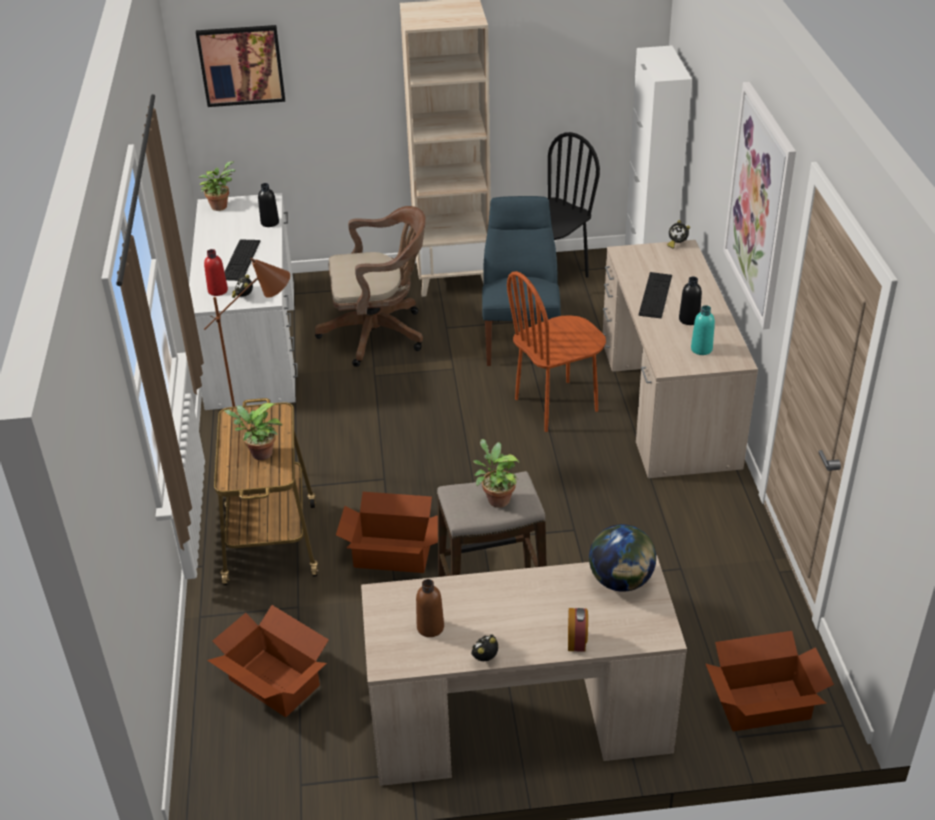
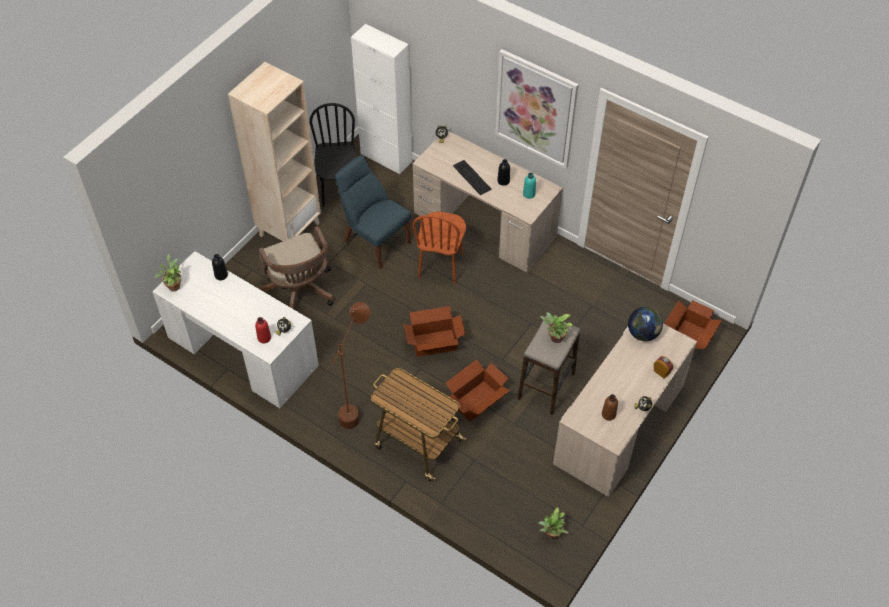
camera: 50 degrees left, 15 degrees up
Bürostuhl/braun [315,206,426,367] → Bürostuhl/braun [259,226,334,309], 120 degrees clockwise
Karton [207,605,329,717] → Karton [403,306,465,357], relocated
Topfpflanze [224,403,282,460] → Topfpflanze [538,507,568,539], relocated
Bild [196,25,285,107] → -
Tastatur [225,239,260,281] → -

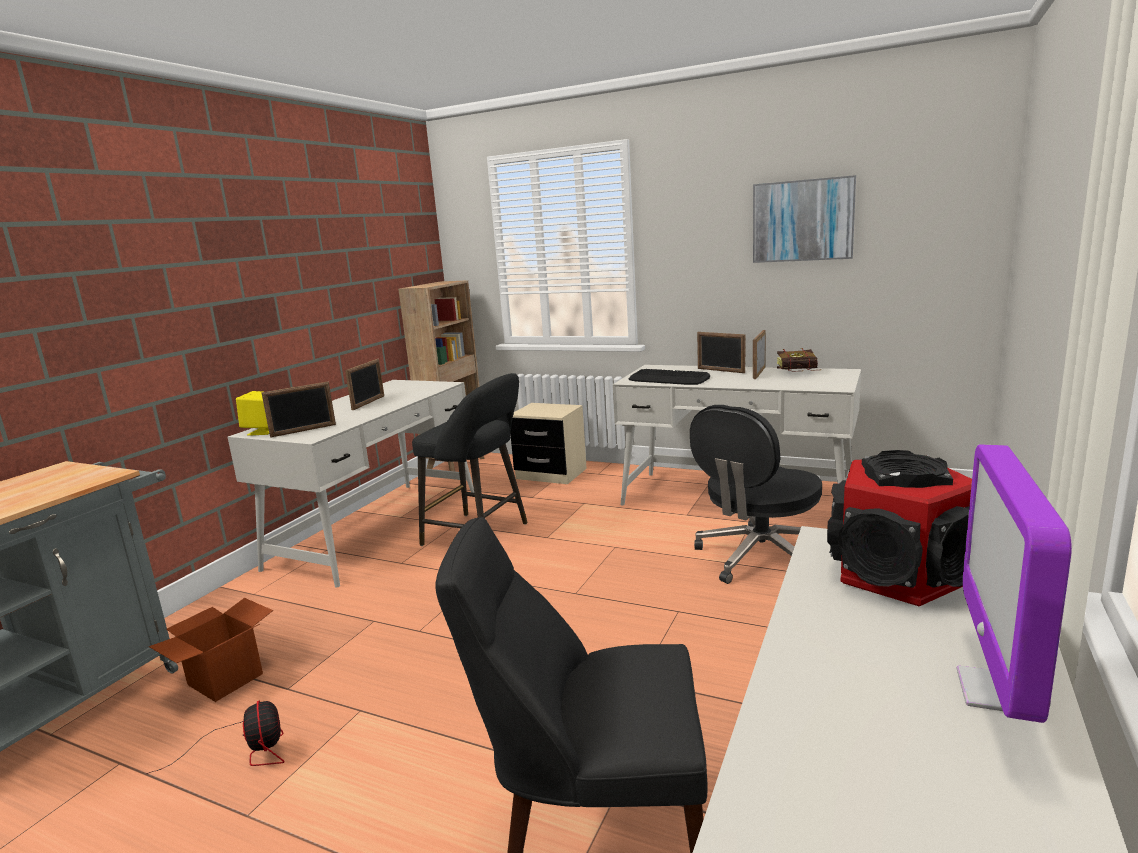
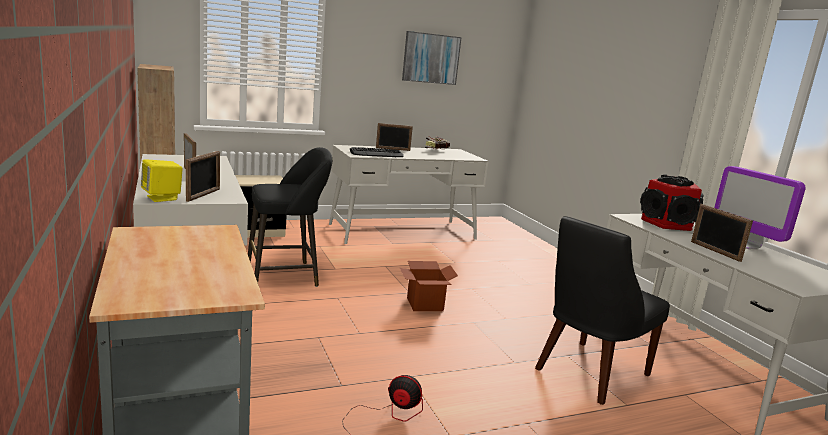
camera: 50 degrees left, 0 degrees up
Karton [149,598,273,702] → Karton [400,261,458,311], relocated
Bilderrahmen [753,330,766,379] → Bilderrahmen [691,204,753,262], relocated
Bürostuhl/schwarz [690,405,822,584] → -

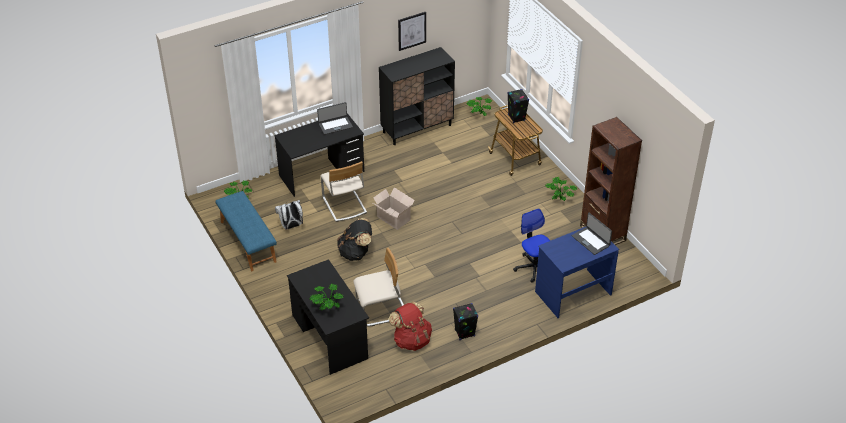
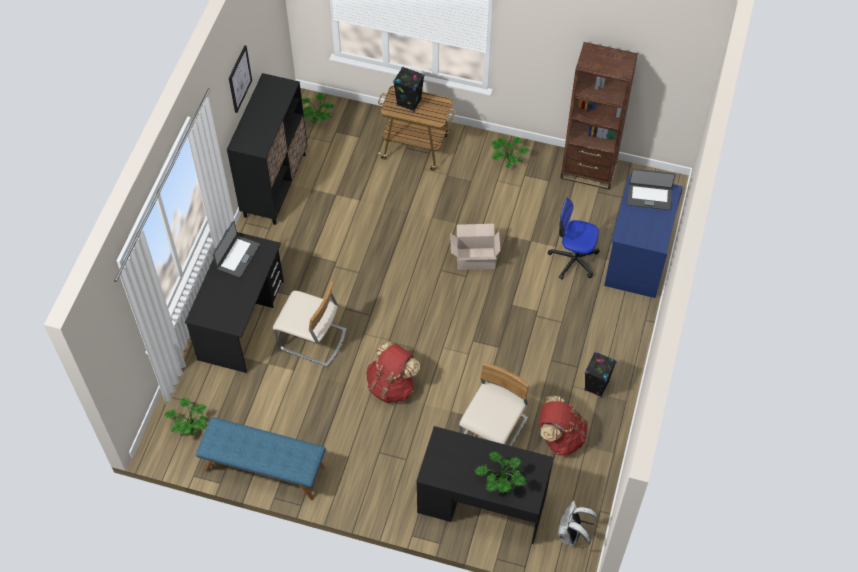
camera: 45 degrees left, 15 degrees up
Rucksack/schwarz [337,218,372,261] → Rucksack/rot [366,341,420,403]
Karton [373,187,415,230] → Karton [450,224,500,270], relocated
Rucksack/weiß [275,200,303,229] → Rucksack/weiß [558,500,598,548], relocated

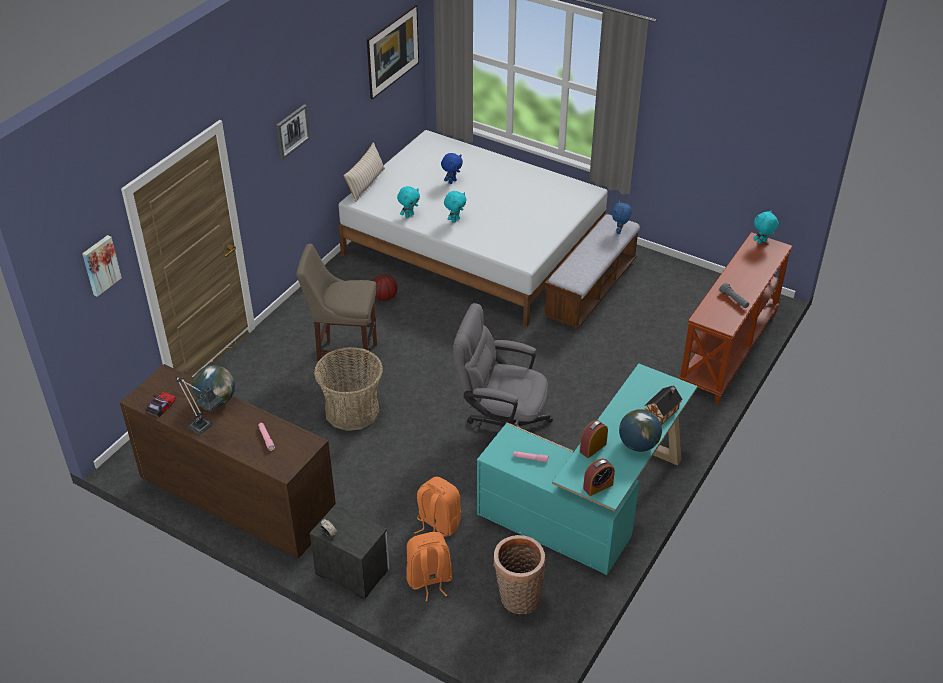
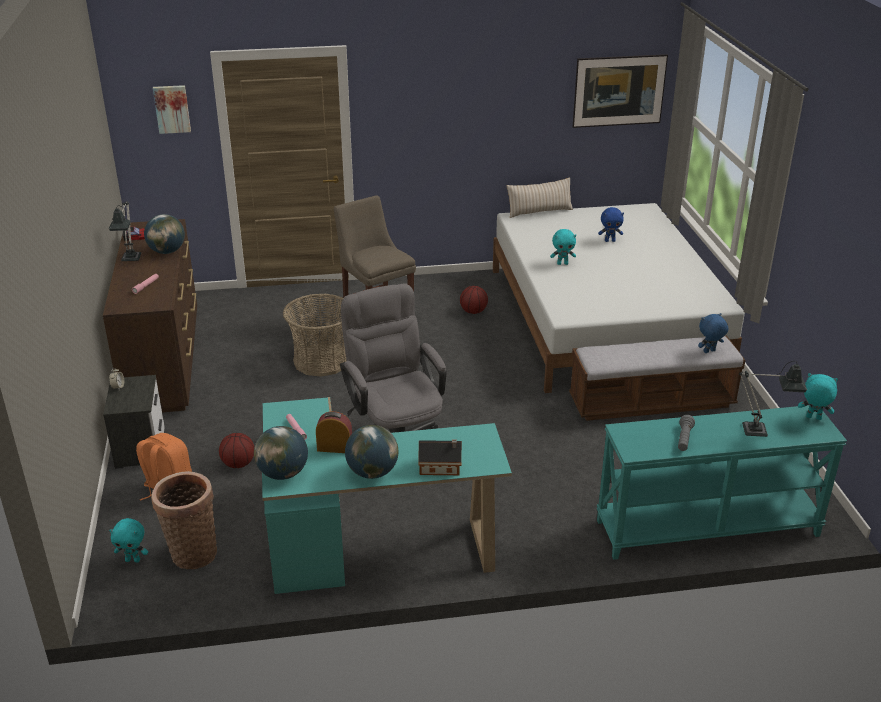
camera: 50 degrees right, 10 degrees down
Plüschtier/türkis [397,186,420,218] → Plüschtier/türkis [109,518,148,562], relocated
Rucksack/orange [414,476,461,537] → Basketball [219,433,254,468]
Wecker [583,458,615,496] → Globus [254,426,308,480]
Konsolentisch/braun [679,232,793,404] → Konsolentisch/türkis [597,405,847,560]
- → Tischlampe [739,361,807,437]
Bild [276,104,310,159] → -

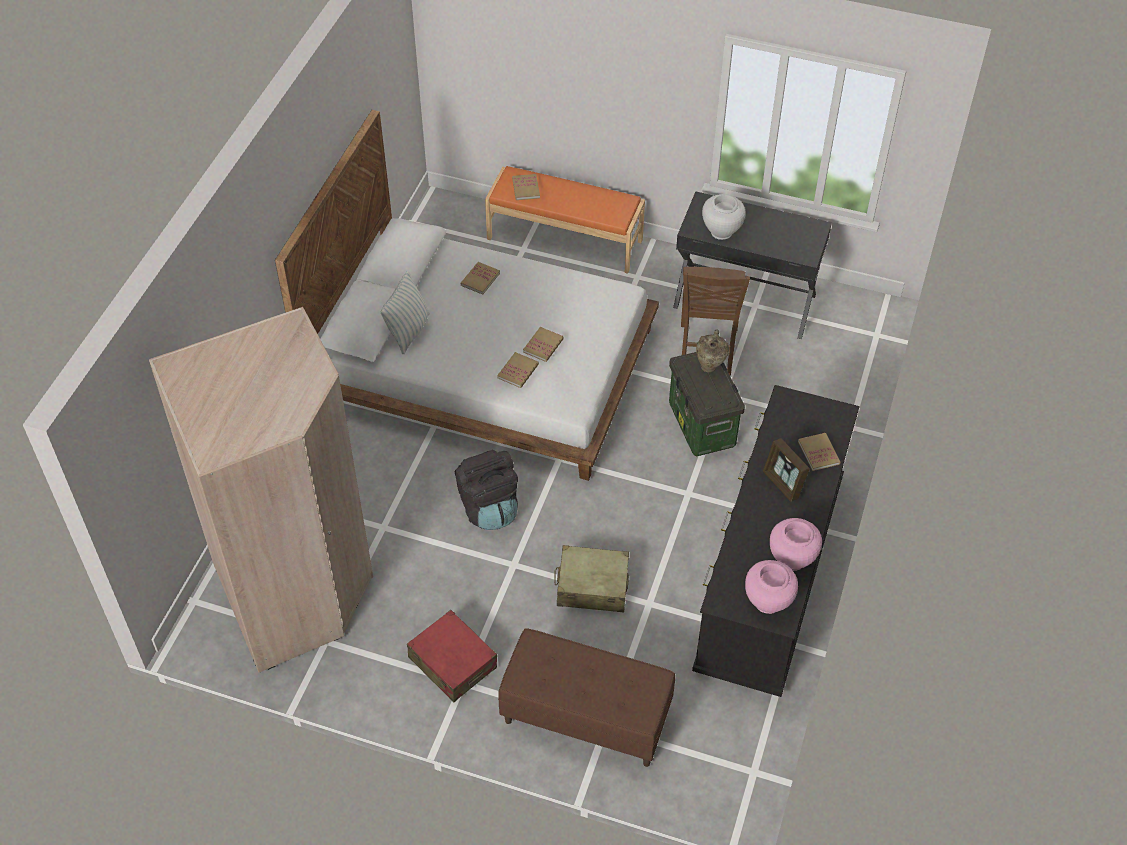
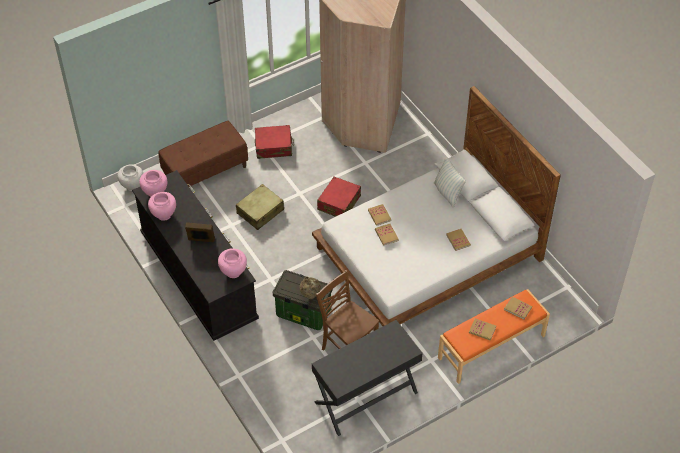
camera: 130 degrees right, 0 degrees up
Vase/weiß [702,194,746,240] → Vase/weiß [117,164,143,191], relocated
- → Vase/rosa [218,248,247,278]
Rucksack/schwarz [455,450,518,530] → Koffer/rot [317,177,361,217]
Buch [798,433,840,471] → Buch [469,318,496,341], relocated

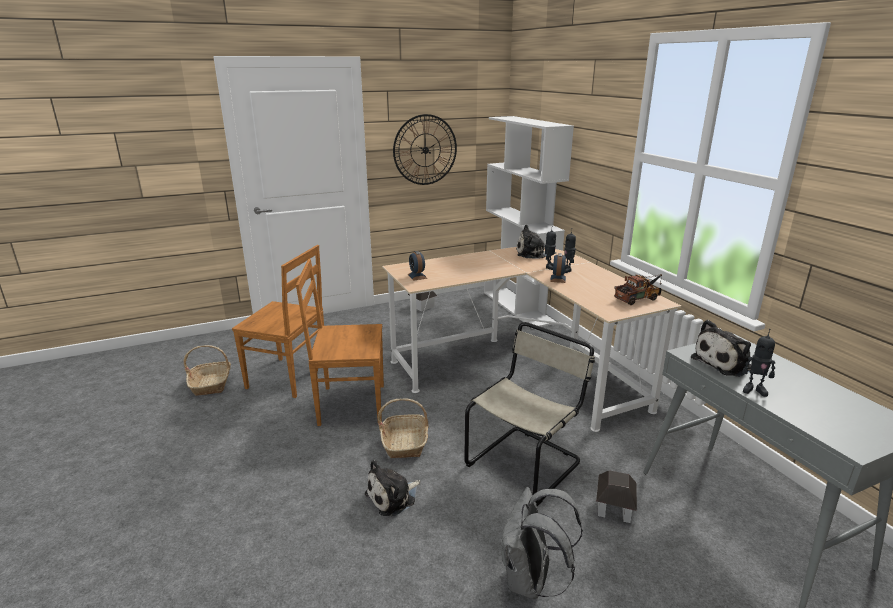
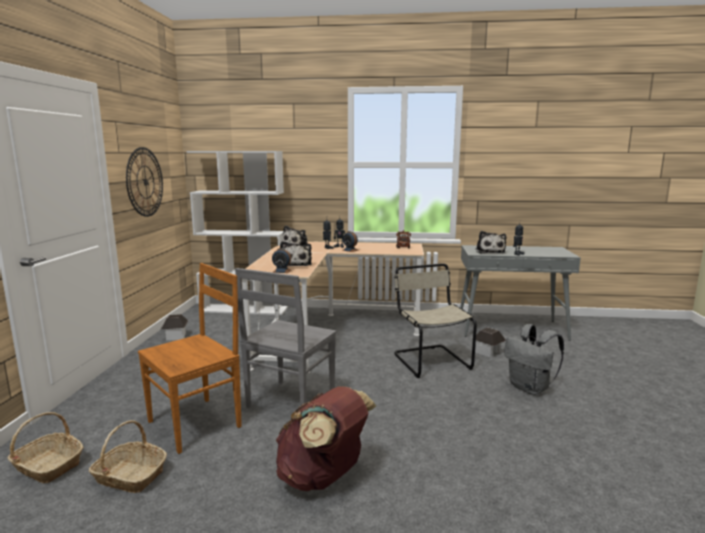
camera: 60 degrees left, 10 degrees down
Korb [378,398,428,458] → Korb [8,412,84,483], relocated
Stuhl/braun [296,259,384,426] → Stuhl/grau [235,268,336,408]
- → Rucksack/braun [276,386,376,491]
Plüschtier [365,460,421,516] → Plüschtier [280,241,312,266], relocated

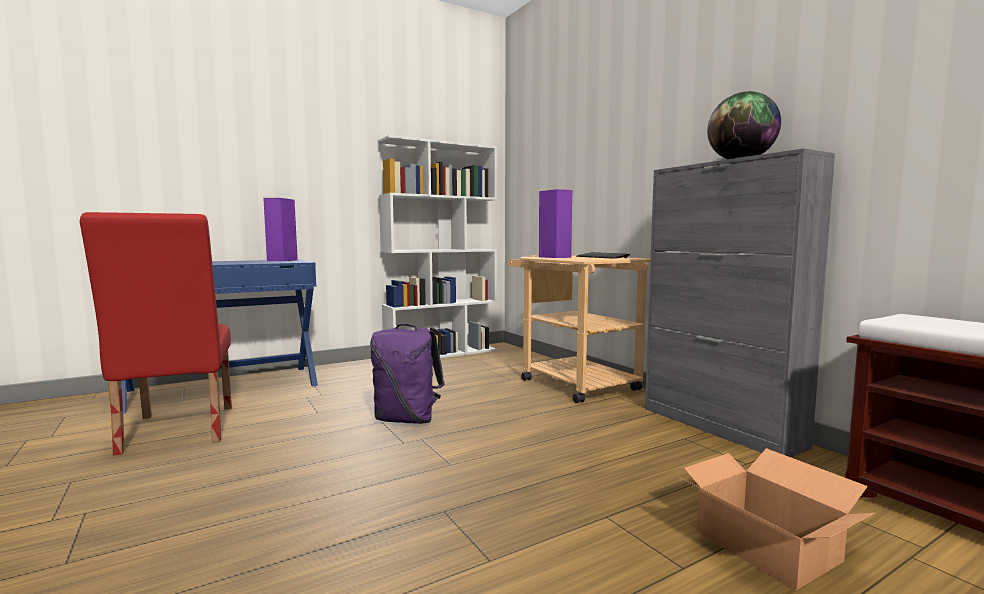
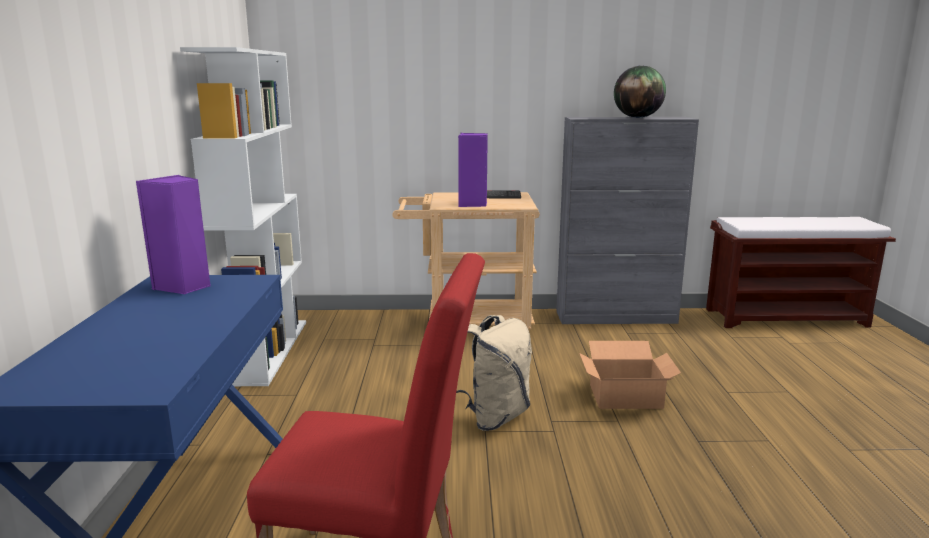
camera: 60 degrees left, 10 degrees up
Rucksack/lila [370,324,445,424] → Rucksack/beige [456,315,532,431]
Karton [679,448,874,591] → Karton [579,341,681,409], relocated

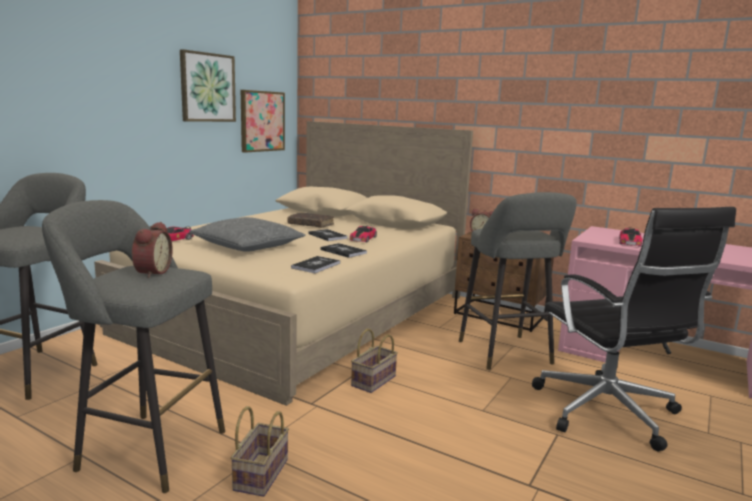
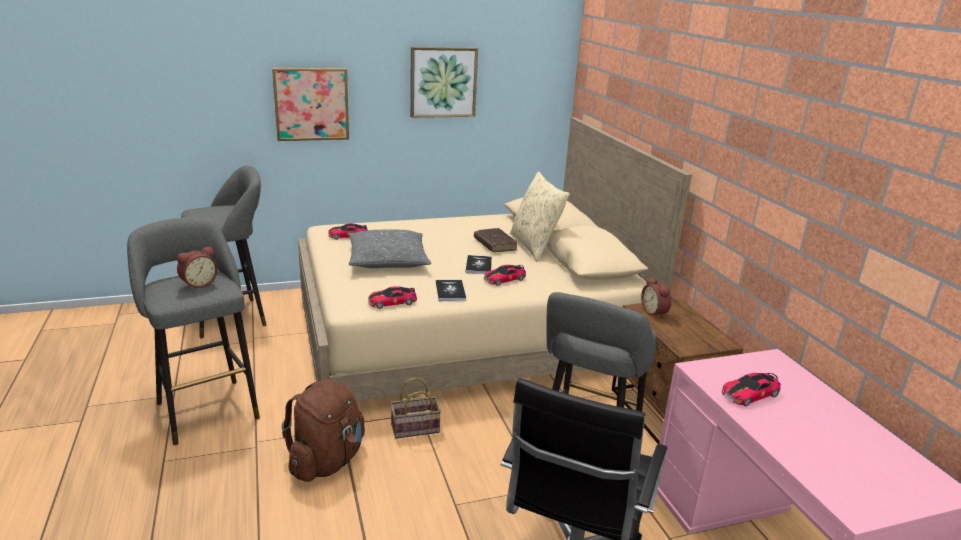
camera: 40 degrees right, 10 degrees up
Bild [241,90,285,153] → Bild [272,67,349,141], relocated
- → Rucksack/braun [282,379,365,482]
Buch [291,256,340,273] → Spielzeugauto [368,286,417,309]
- → Kissen/beige [510,171,570,262]
Korb [231,406,289,497] → -

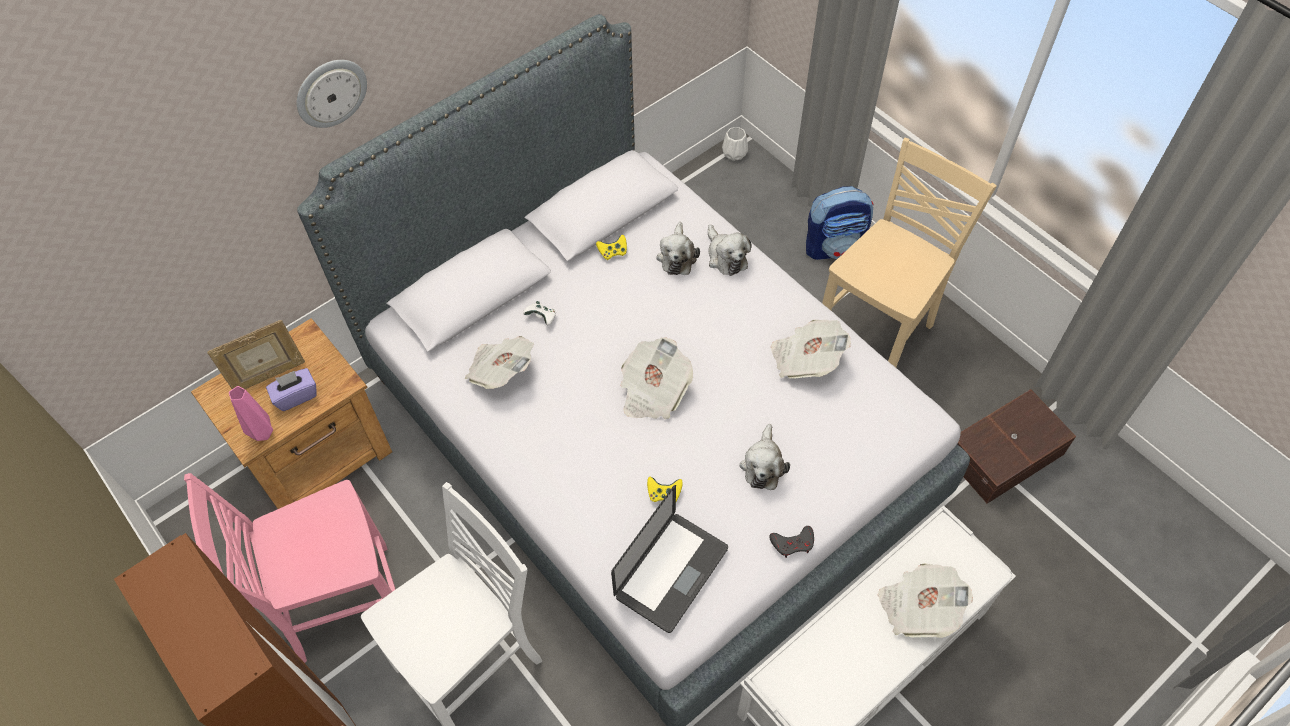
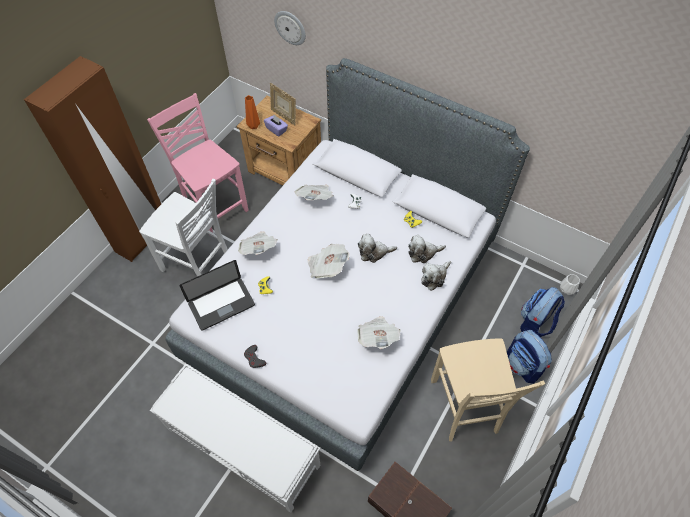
camera: 70 degrees right, 0 degrees up
Laptop [611,485,728,633] → Laptop [179,260,255,331], 45 degrees counterclockwise
Zeitung [878,563,973,638] → Zeitung [238,231,278,255], relocated
Vase/rosa [229,386,273,441] → Vase/orange [245,95,260,129]
Wanduhr [297,60,367,128] → Wanduhr [274,11,306,45], relocated
Plüschtier [740,424,790,490] → Plüschtier [358,234,397,263], relocated
Stuhl/beige [822,138,997,367] → Stuhl/beige [431,338,545,442], 60 degrees clockwise
- → Rucksack [520,287,565,337]

